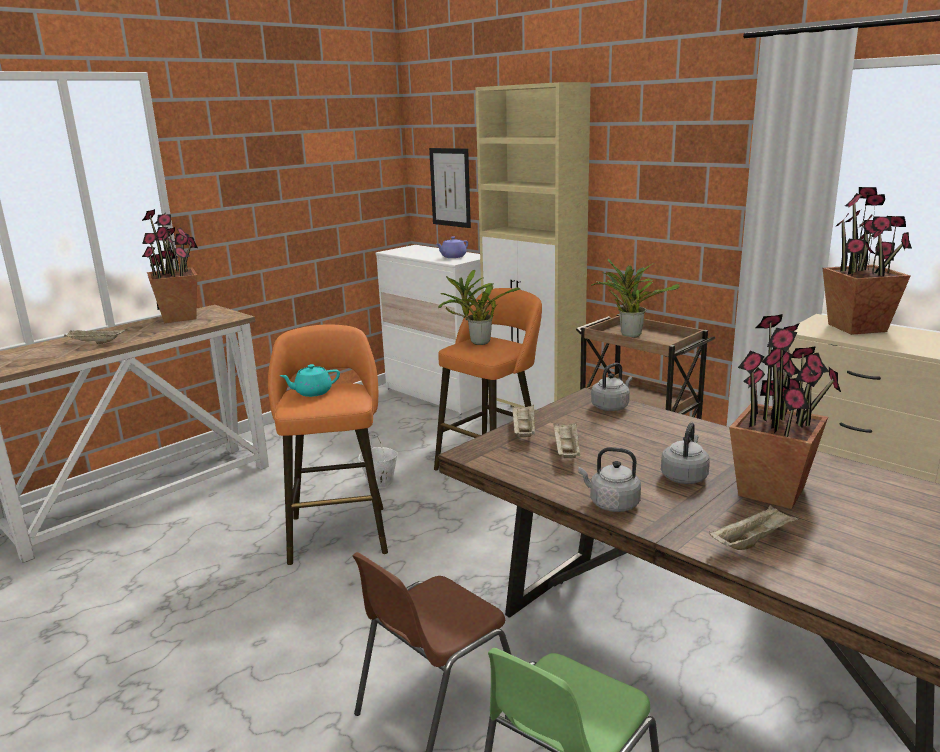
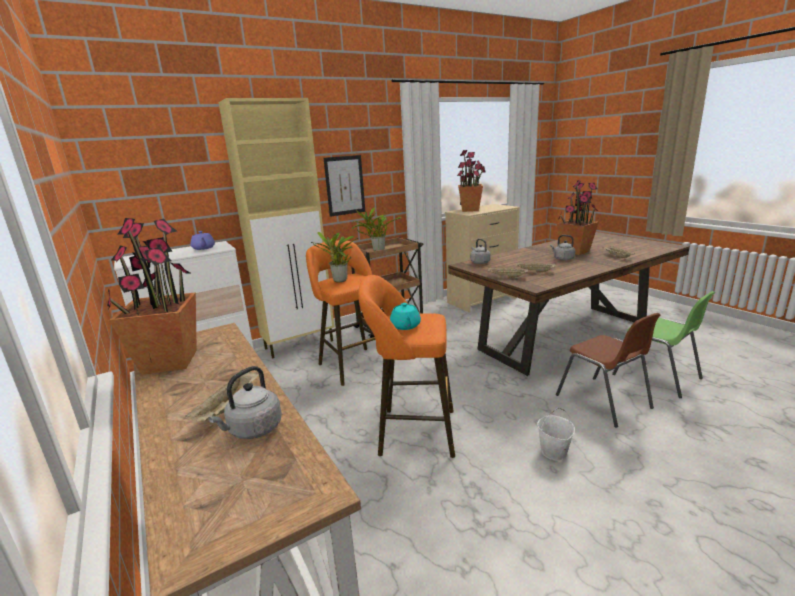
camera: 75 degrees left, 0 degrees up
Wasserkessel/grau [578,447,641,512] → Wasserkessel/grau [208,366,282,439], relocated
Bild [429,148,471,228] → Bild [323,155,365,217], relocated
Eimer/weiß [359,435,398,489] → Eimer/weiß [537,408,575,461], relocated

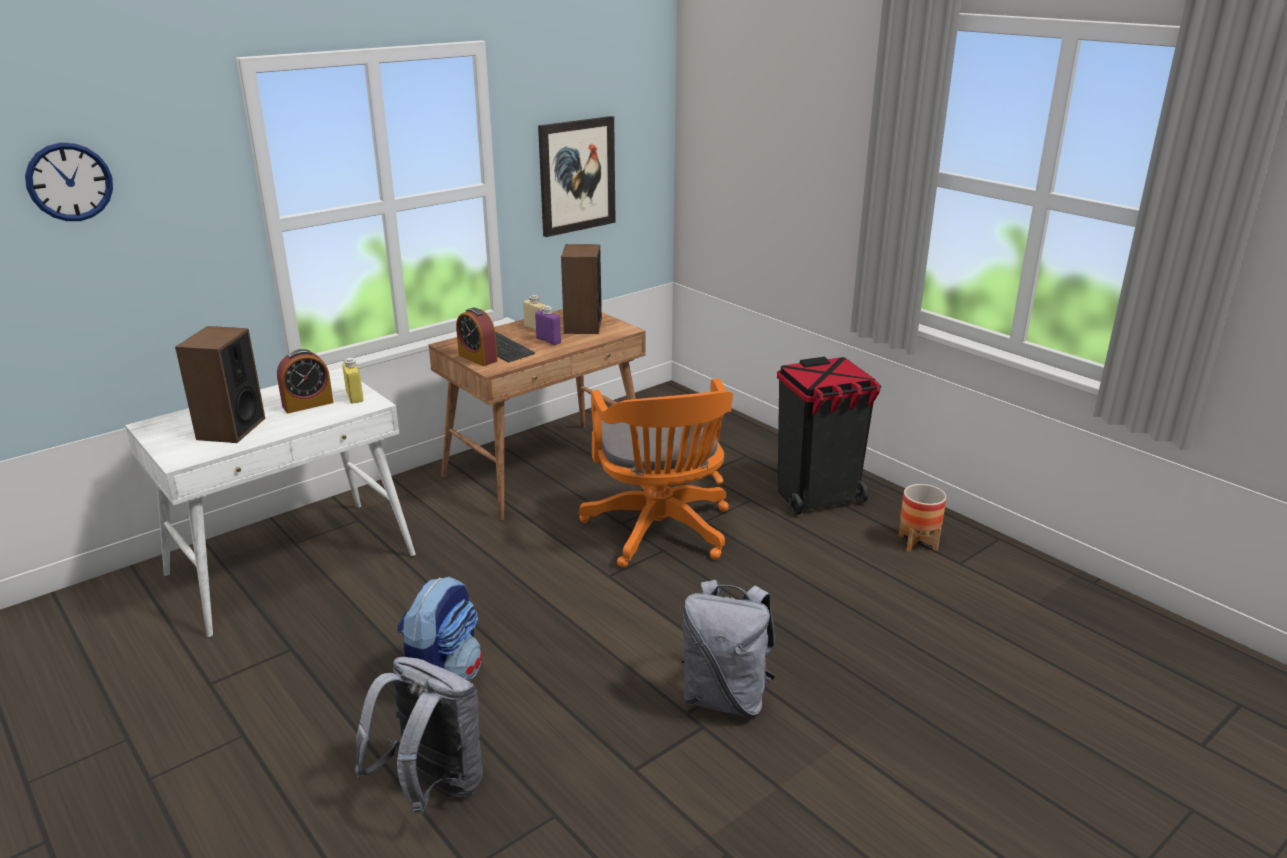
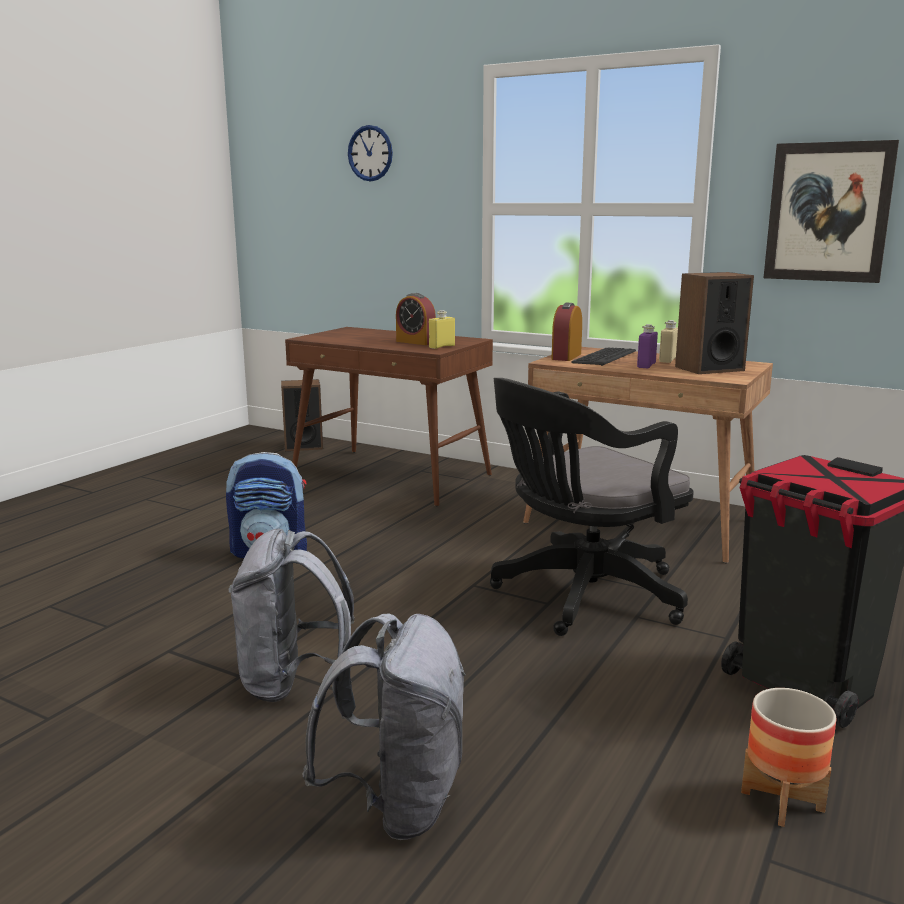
camera: 70 degrees right, 10 degrees down
Lautsprecher [175,326,265,443] → Lautsprecher [281,379,323,451], relocated
Schreibtisch/weiß [125,368,416,637] → Schreibtisch/braun [285,327,493,506]
Rucksack/grau [355,657,483,814] → Rucksack/grau [302,613,466,840], relocated
Bürostuhl/orange [579,379,733,568] → Bürostuhl/schwarz [490,378,694,636]

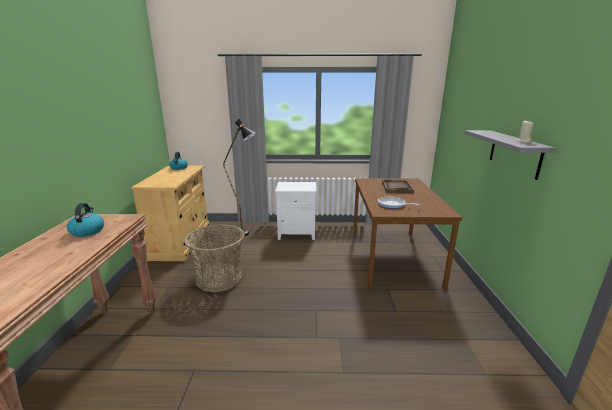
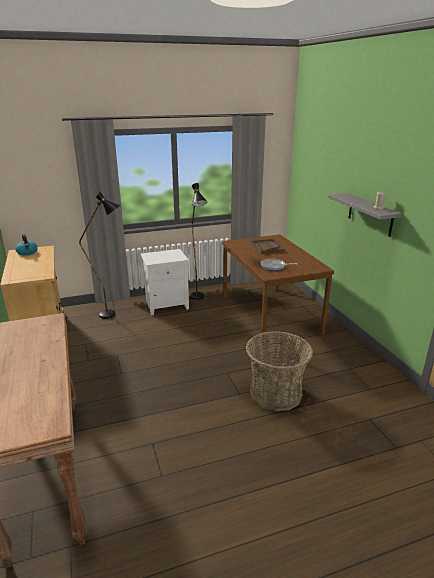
camera: 20 degrees left, 5 degrees up
- → Stehlampe/schwarz [189,183,207,300]
Korb [184,224,245,293] → Korb [246,331,313,411], relocated
Wasserkessel [67,203,104,237] → -

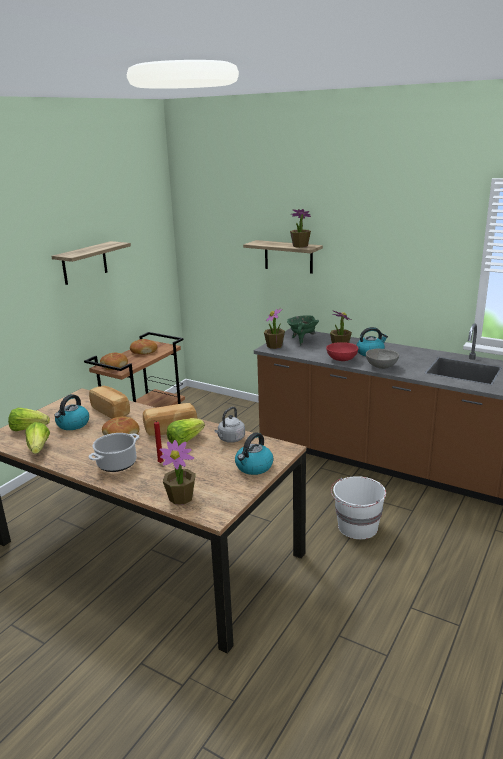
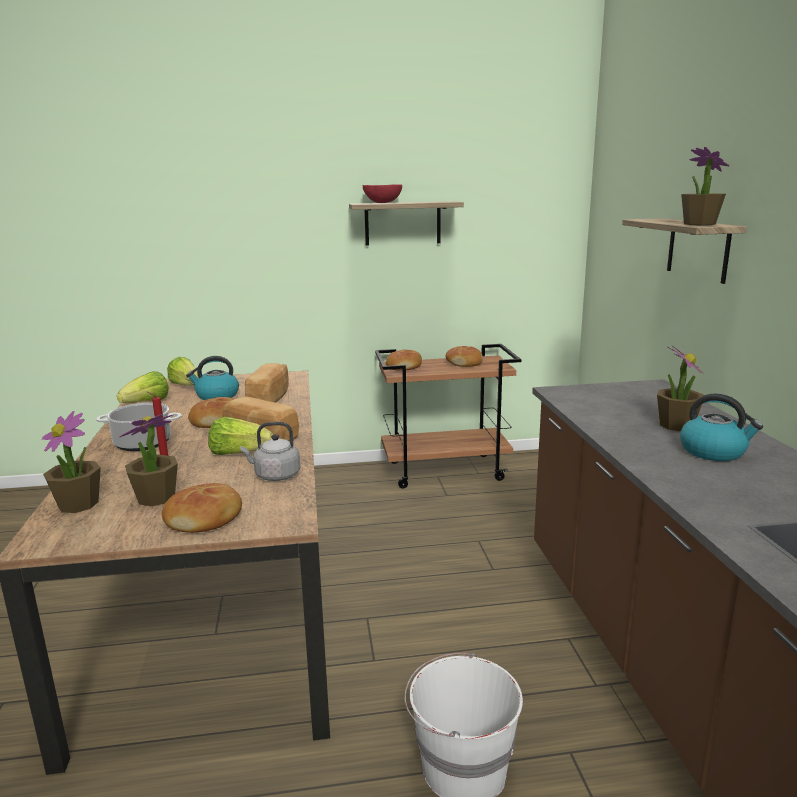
camera: 50 degrees right, 5 degrees down
Topfpflanze [264,308,285,349] → Topfpflanze [119,414,178,506], relocated
Wasserkessel [235,432,274,475] → Brot [162,483,242,533]
Schüssel/rot [326,342,358,361] → Schüssel/rot [363,184,402,203], relocated
Kochtopf/grün [287,315,319,345] → -
Schüssel/grau [366,348,399,369] → -

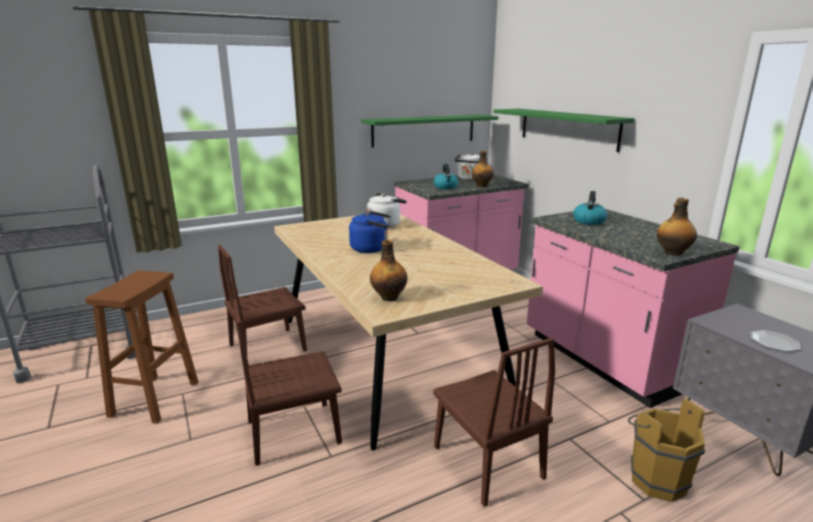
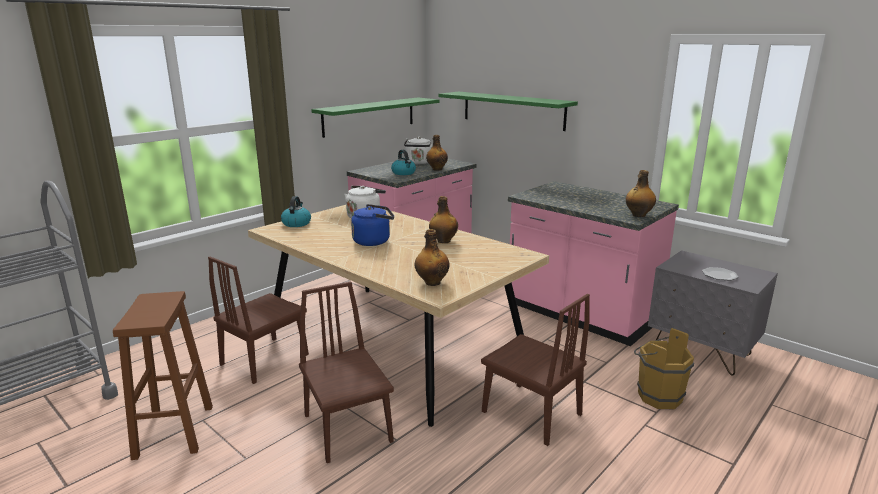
camera: 20 degrees left, 0 degrees up
Wasserkessel [573,191,607,225] → Wasserkessel [281,196,311,227], relocated
Stuhl/braun [233,299,342,466] → Stuhl/braun [299,282,394,463], 105 degrees clockwise
- → Flasche [429,196,458,243]

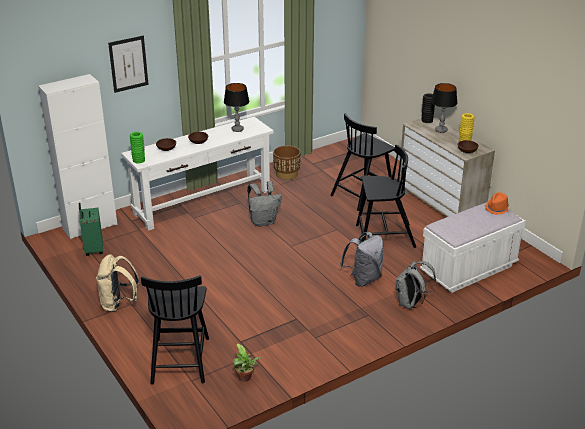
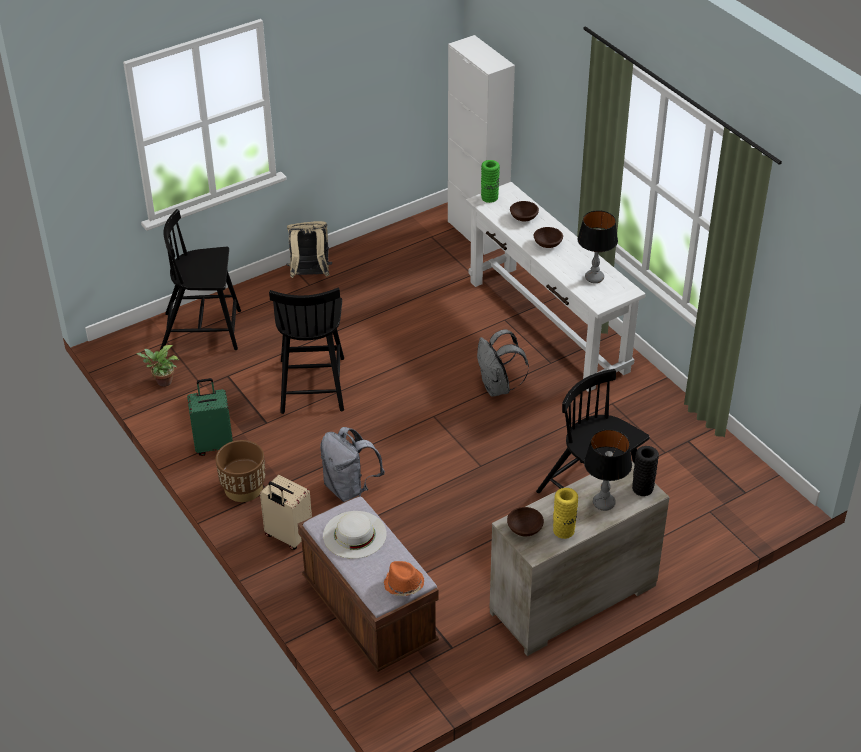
camera: 90 degrees right, 10 degrees up
Koffer/grün [79,203,103,256] → Koffer/grün [187,378,233,456], relocated
Pflanzkübel/braun [273,146,301,180] → Pflanzkübel/braun [216,440,265,502], relocated
Rucksack/grau [396,261,436,309] → Koffer/beige [260,475,312,550]
Stuhl/schwarz [356,145,416,248] → Stuhl/schwarz [269,288,344,414], relocated
Bank/weiß [420,202,526,293] → Bank/braun [298,495,439,672]
- → Hut/weiß [323,511,387,559]
Bild [108,36,149,93] → -

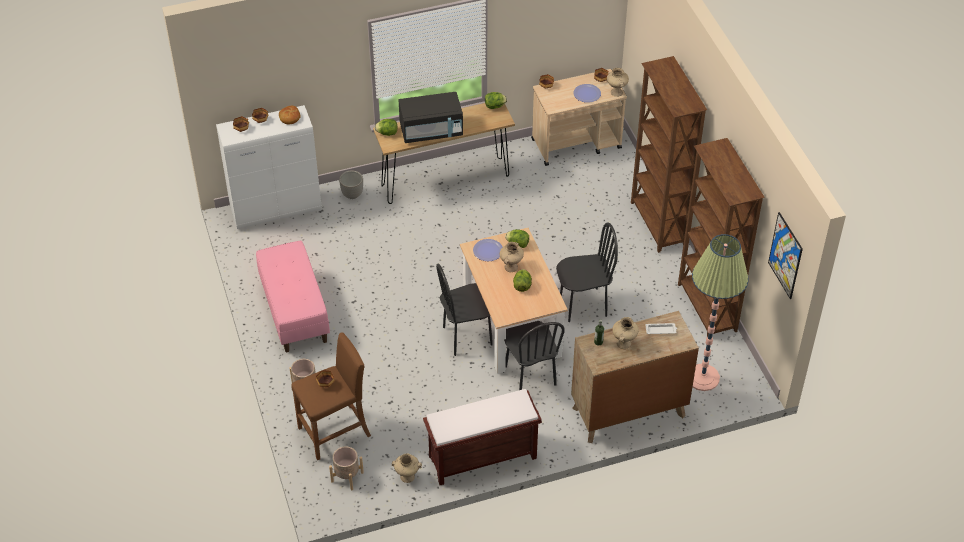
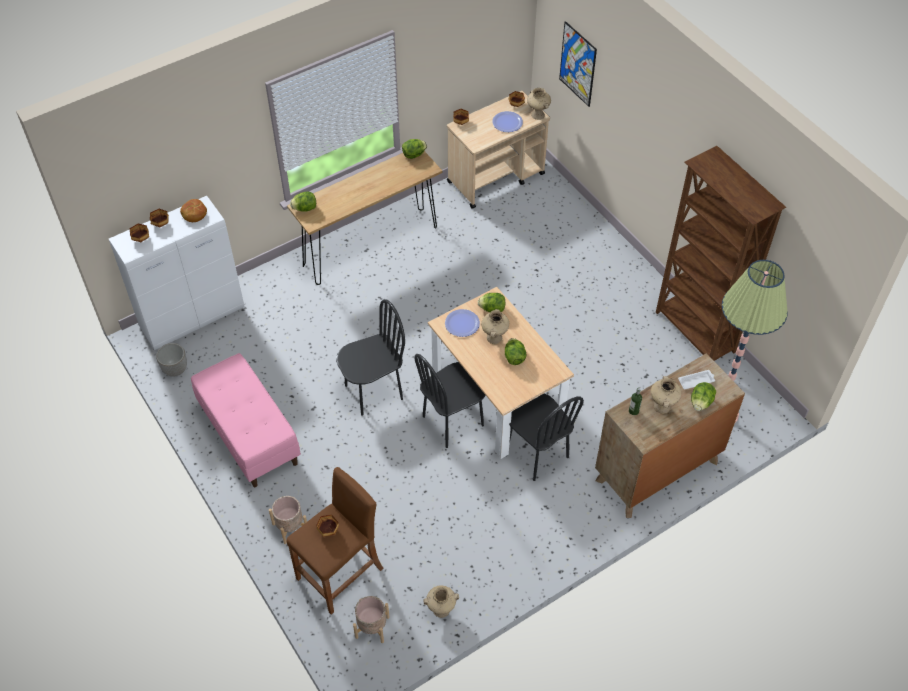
camera: 15 degrees left, 5 degrees up
Pflanzkübel [339,171,363,199] → Pflanzkübel [156,343,187,377], relocated
Stuhl/schwarz [556,223,618,322] → Stuhl/schwarz [336,299,405,416], relocated
Bild [768,212,803,299] → Bild [559,21,597,107], relocated
- → Salatkopf [691,382,716,411]
Mikrowelle/schwarz [399,92,463,143] → -
Bank/braun [423,389,542,485] → -
Bücherregal/braun [631,56,707,253] → -

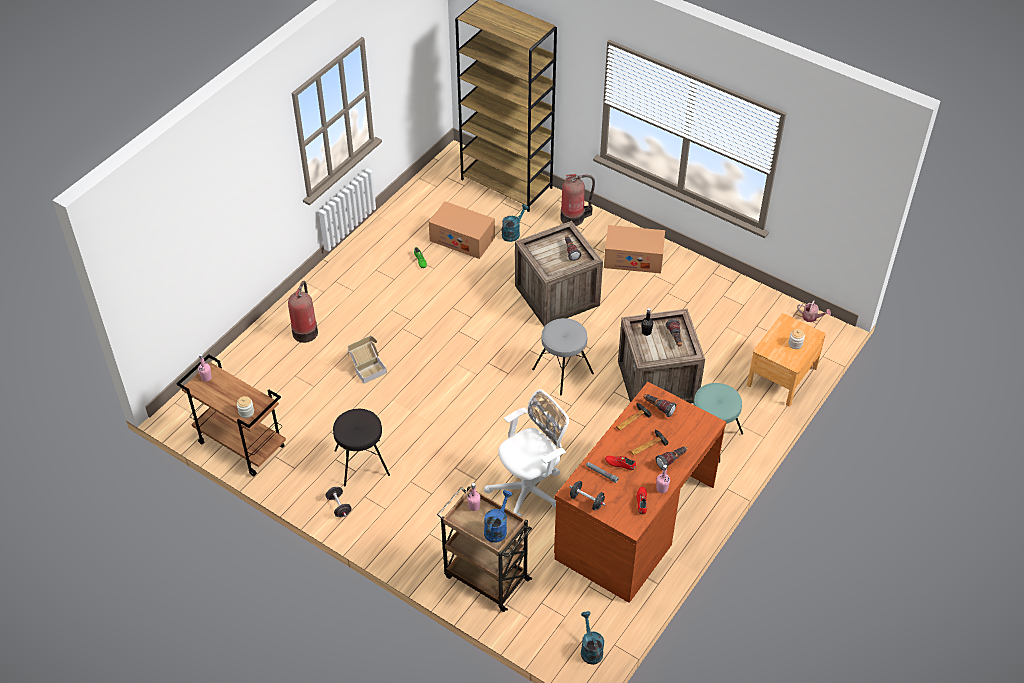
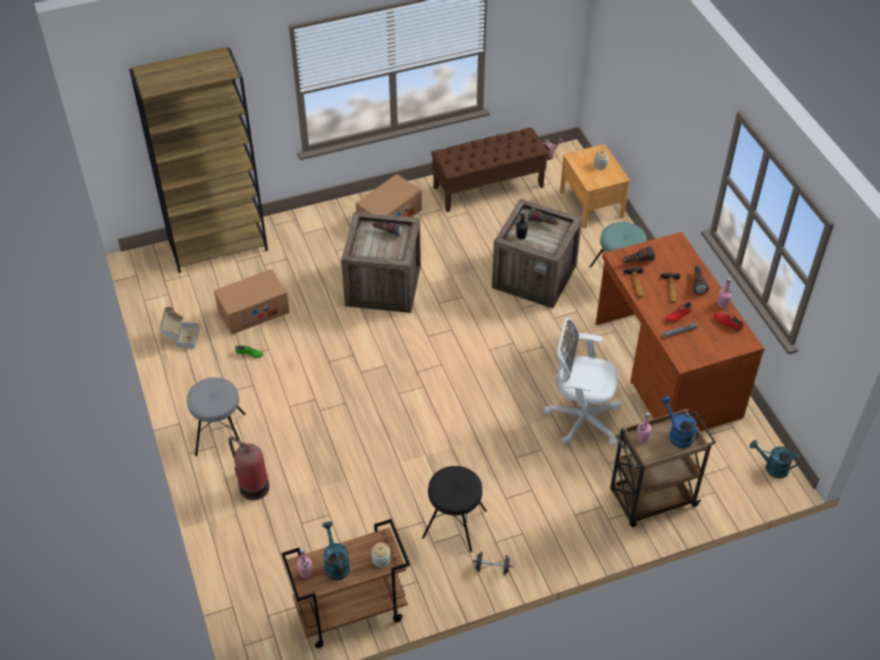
camera: 55 degrees left, 0 degrees up
Karton [348,336,387,384] → Karton [160,307,200,349], relocated
Hocker/grau [532,318,594,395] → Hocker/grau [187,377,246,456], relocated
Gießkanne/türkis [502,204,529,242] → Gießkanne/türkis [322,521,350,580], relocated
- → Bank/braun [431,127,548,212]
Bürostuhl/weiß [484,389,569,517] → Bürostuhl/weiß [544,318,622,446], 75 degrees counterclockwise
Feuerlöscher [560,174,595,226] → -
Hantel/schwarz [569,481,606,511] → -

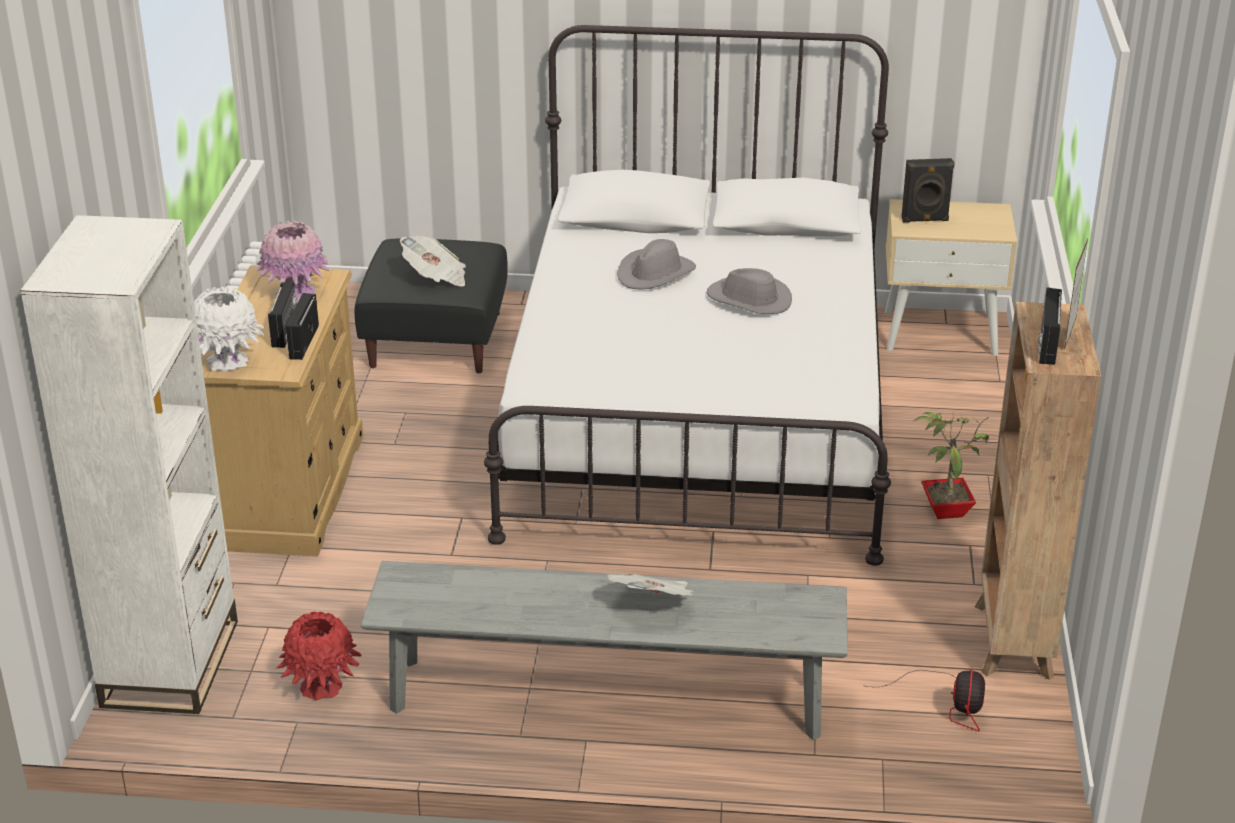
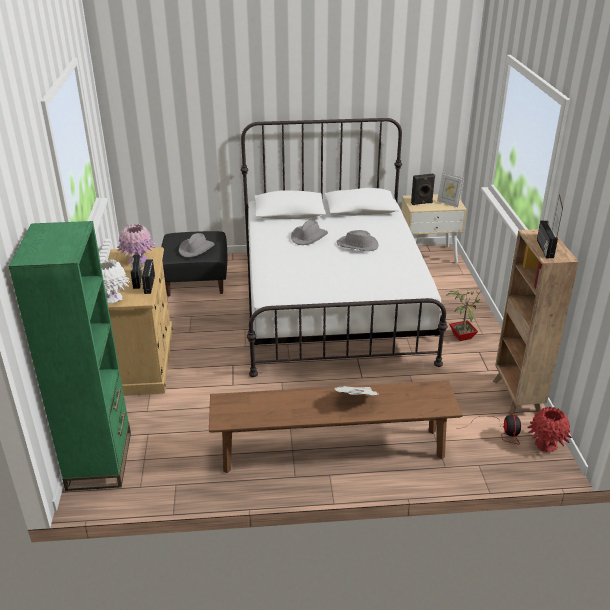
camera: 10 degrees left, 0 degrees up
Bücherregal/weiß [20,215,238,714] → Bücherregal/grün [8,221,131,491]
Zeitung [400,236,466,287] → Hut/grau [179,233,214,257]
Bank/grau [361,561,848,740] → Bank/braun [209,381,463,473]
- → Bilderrahmen [437,172,464,207]
Vase/rot [277,611,361,701] → Vase/rot [527,407,572,453], relocated

